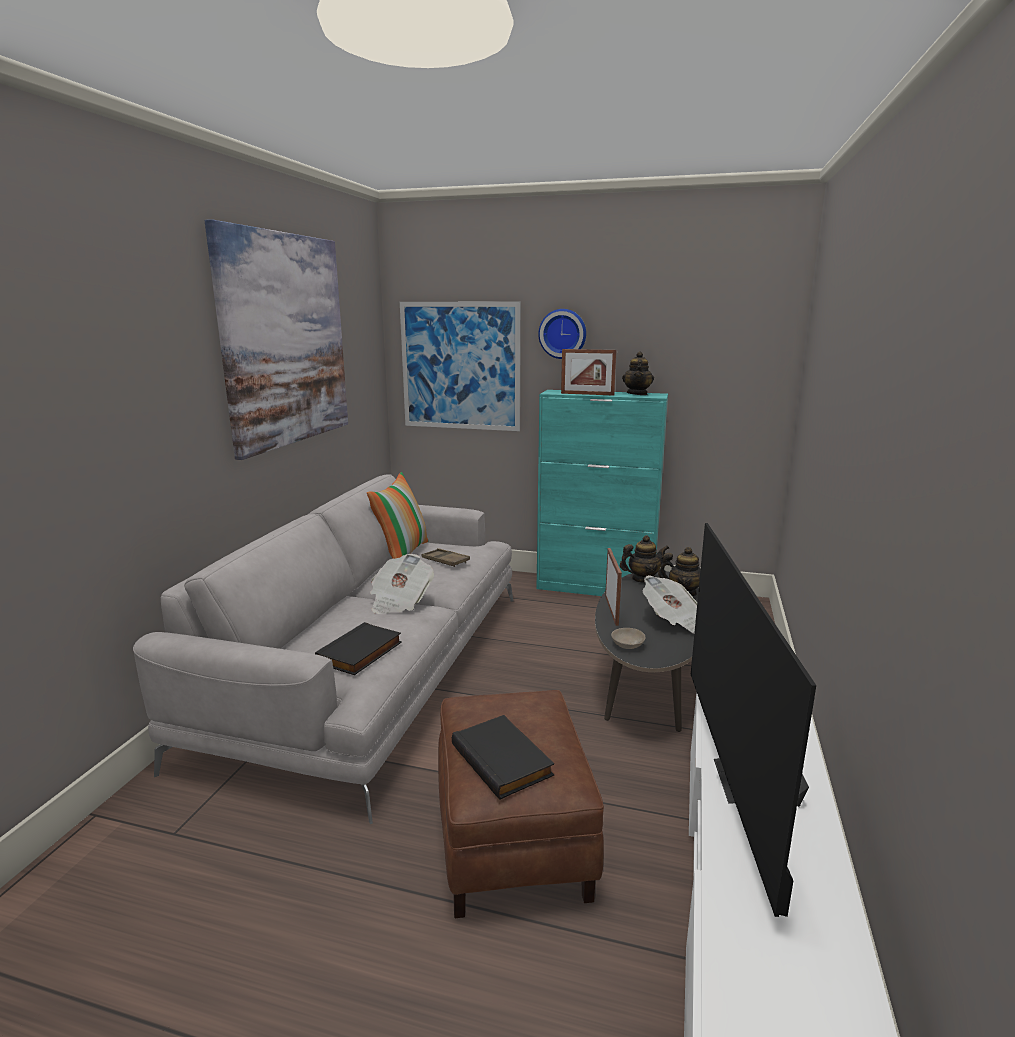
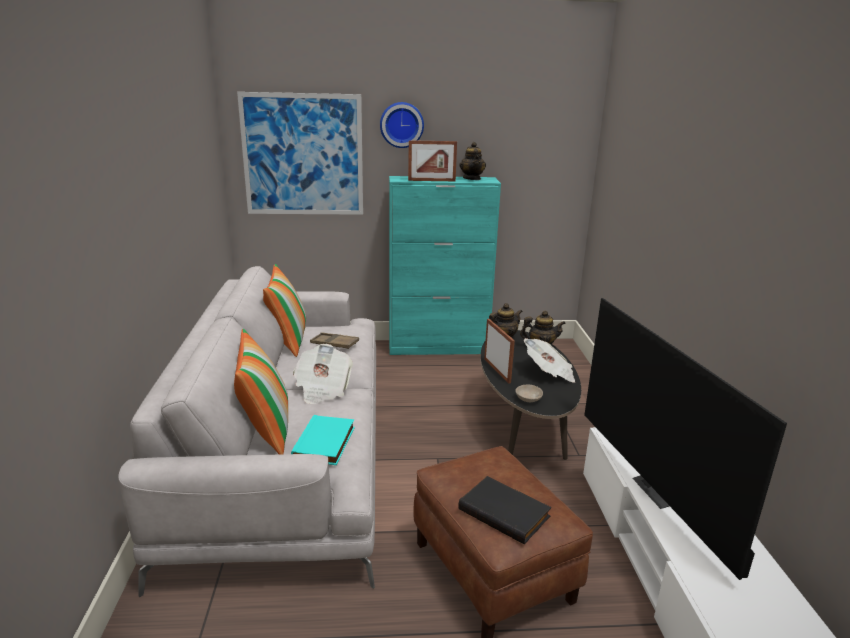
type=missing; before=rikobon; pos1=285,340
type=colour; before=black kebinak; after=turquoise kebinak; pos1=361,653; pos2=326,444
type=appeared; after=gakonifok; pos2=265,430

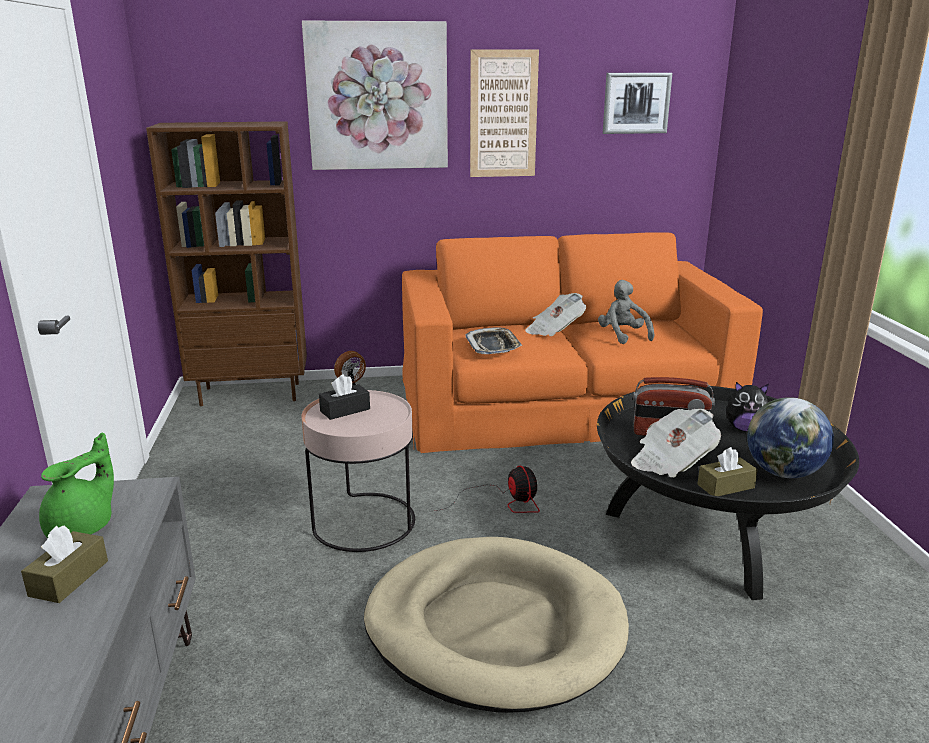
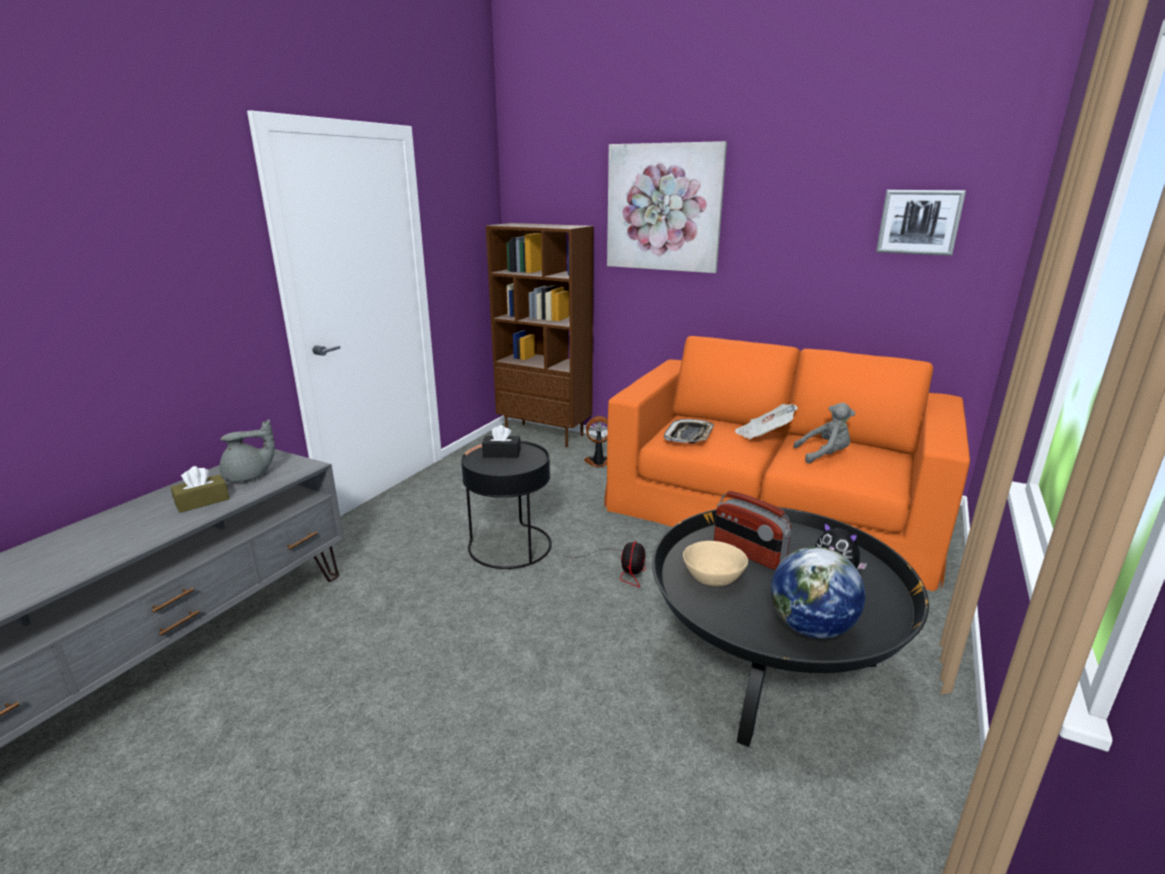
type=colour; before=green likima; after=grey likima; pos1=83,527; pos2=249,477
type=colour; before=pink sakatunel; after=black sakatunel; pos1=363,522; pos2=510,546
type=missing; before=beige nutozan; pos1=494,627
type=missing; before=rikobon; pos1=503,114
type=spun; before=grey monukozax; pos1=622,336; pos2=824,455; turn=75
type=exchanged; before=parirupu; after=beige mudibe; pos1=671,462; pos2=712,577
type=missing; before=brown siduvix; pos1=725,486

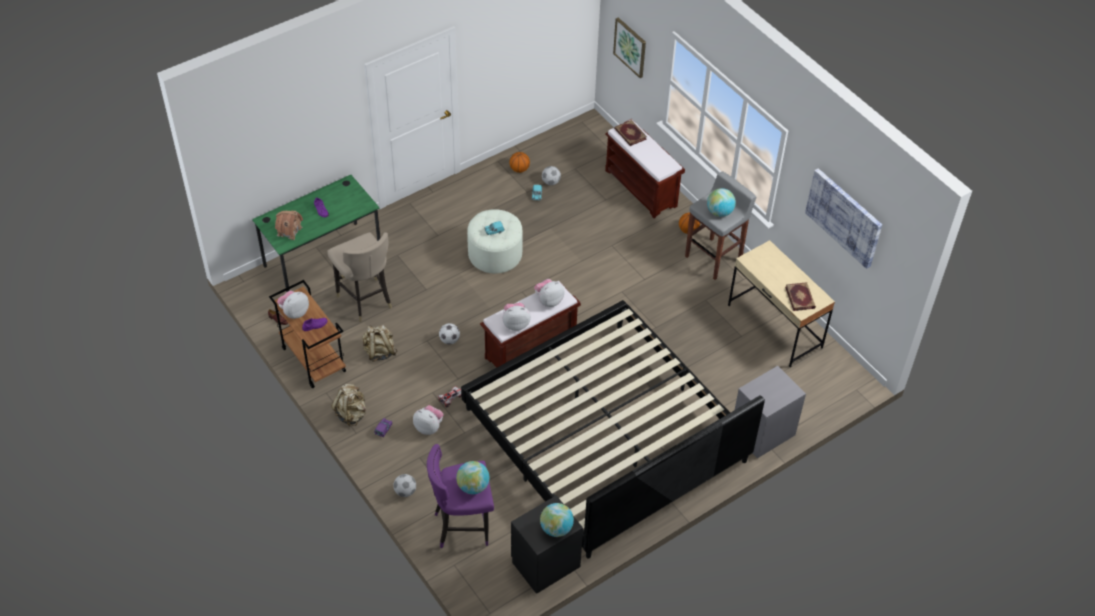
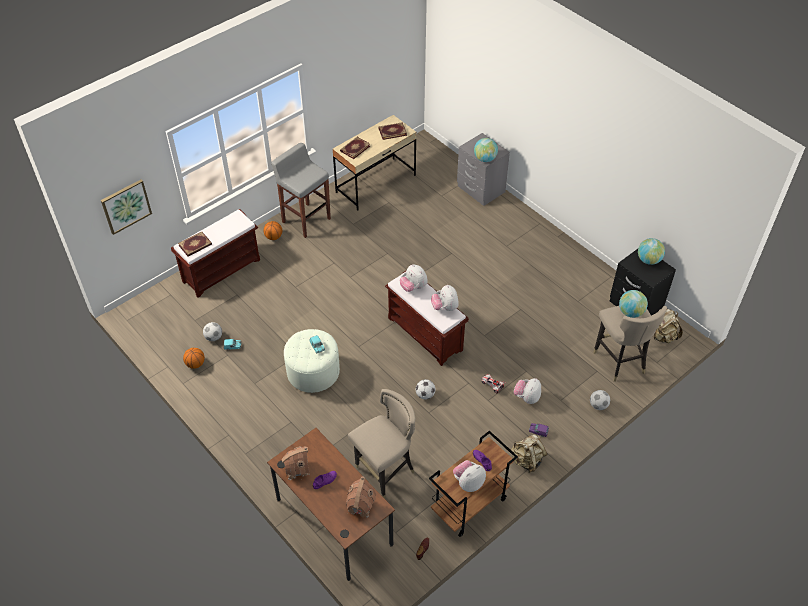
type=colour; before=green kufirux; after=brown kufirux; pos1=323,260; pos2=334,522
type=spun; before=monukozax; pos1=294,312; pos2=468,482; turn=105
type=relocated; before=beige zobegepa; pos1=379,352; pos2=663,336
type=colour; before=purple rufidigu; after=beige rufidigu; pos1=462,526; pos2=620,361
type=missing; before=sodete; pos1=605,435
type=relocated; before=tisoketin; pos1=719,212; pos2=485,159
type=missing; before=rikobon; pos1=844,217
type=appeared; after=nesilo; pos2=297,468
type=appeared; after=kebinak; pos2=354,148

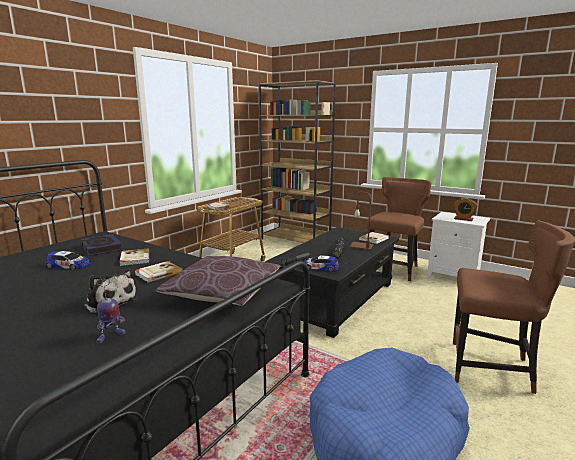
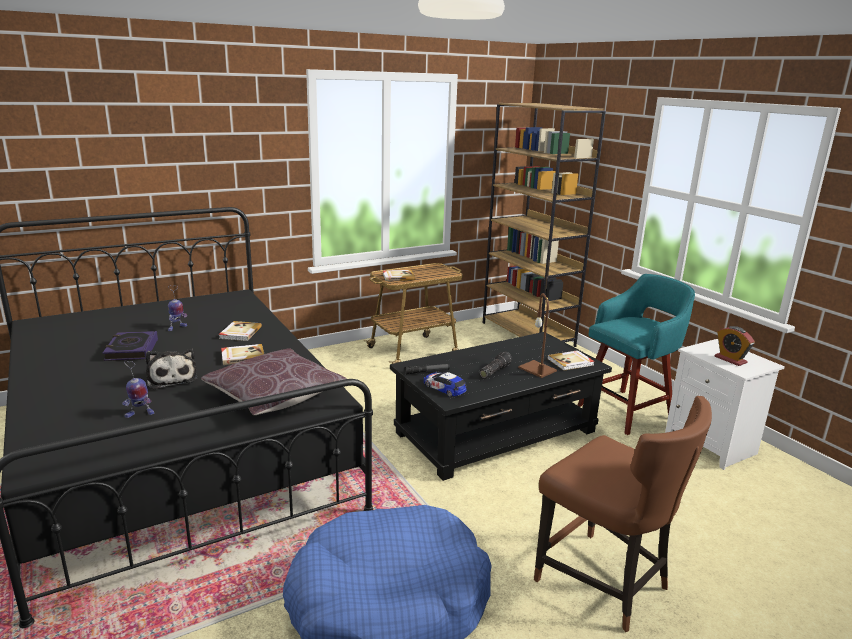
type=exchanged; before=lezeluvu; after=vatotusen; pos1=68,265; pos2=177,328
type=relocated; before=kebinak; pos1=101,248; pos2=131,350
type=exchanged; before=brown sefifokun; after=turquoise rufidigu; pos1=394,269; pos2=627,411

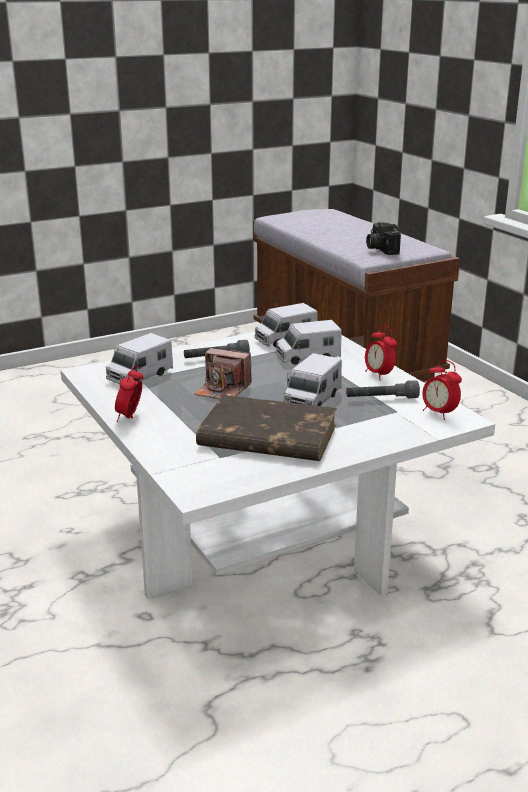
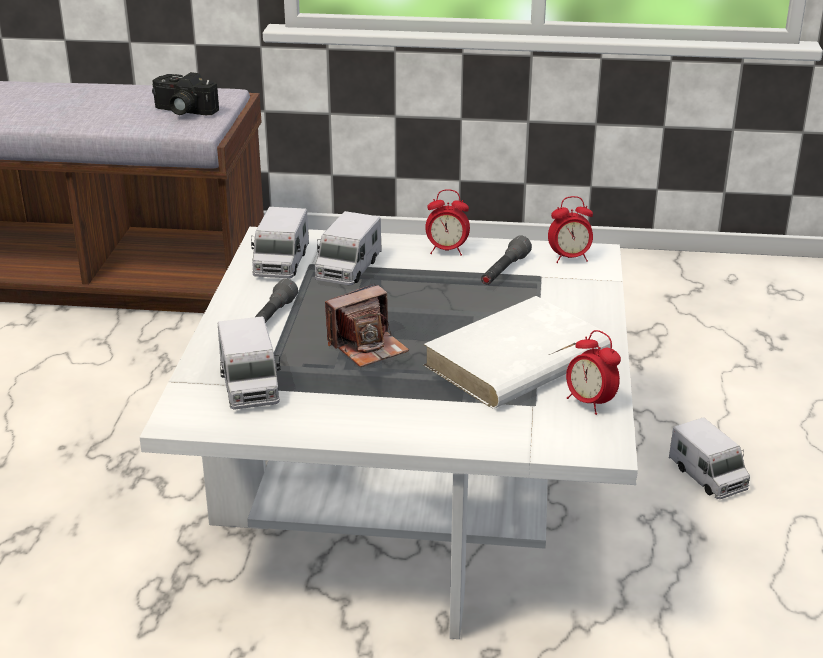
type=relocated; before=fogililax; pos1=130,417; pos2=589,403
type=colour; before=brown kebinak; after=white kebinak; pos1=266,436; pos2=516,361
type=relocated; before=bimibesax; pos1=312,400; pos2=707,476

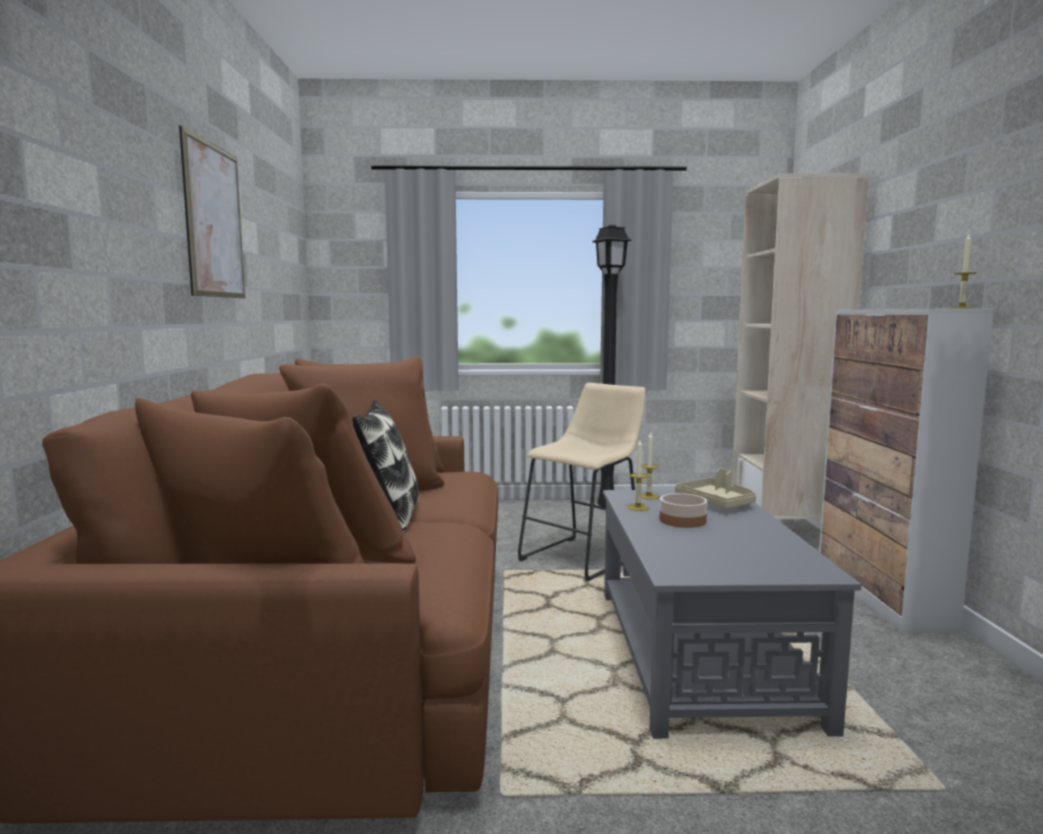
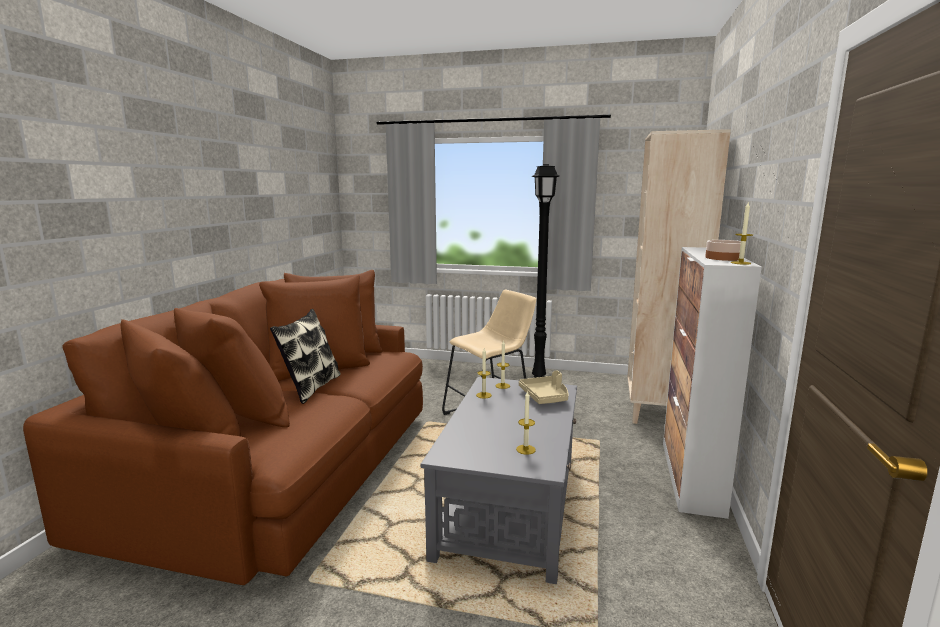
type=missing; before=rikobon; pos1=214,221
type=relocated; before=mudibe; pos1=681,520; pos2=723,258
type=appeared; after=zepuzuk; pos2=525,449

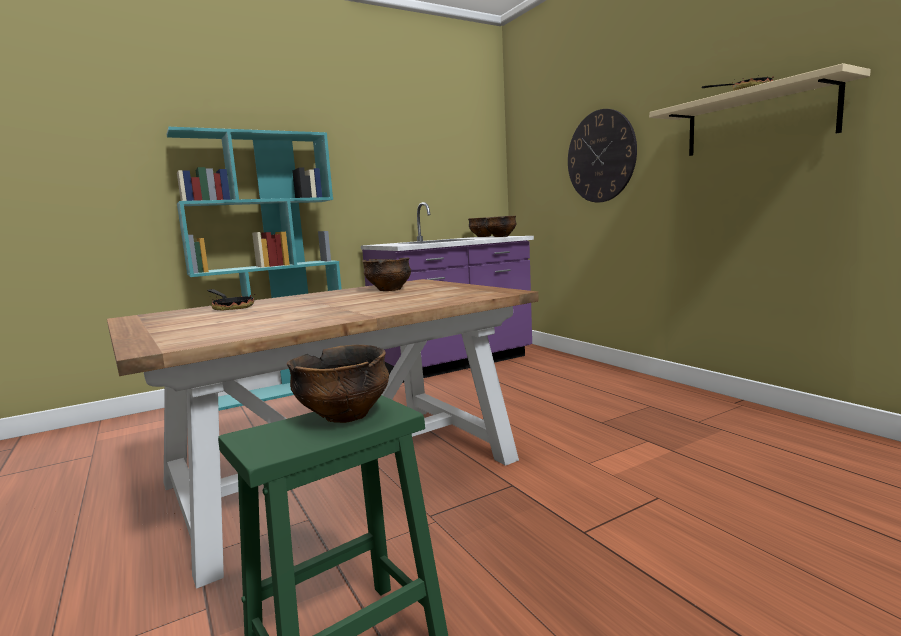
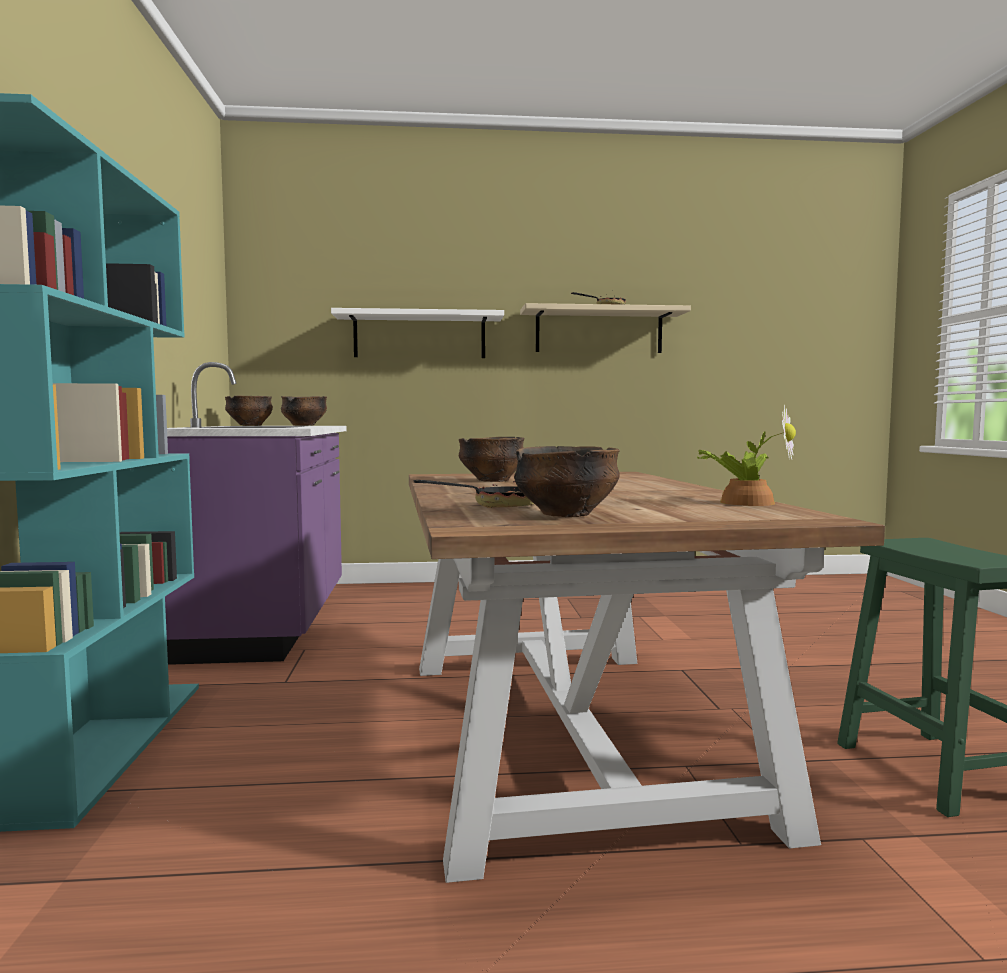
type=relocated; before=mudibe; pos1=344,415; pos2=565,515
type=exchanged; before=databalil; after=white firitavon; pos1=600,156; pos2=419,336
type=appeared; after=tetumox; pos2=744,502

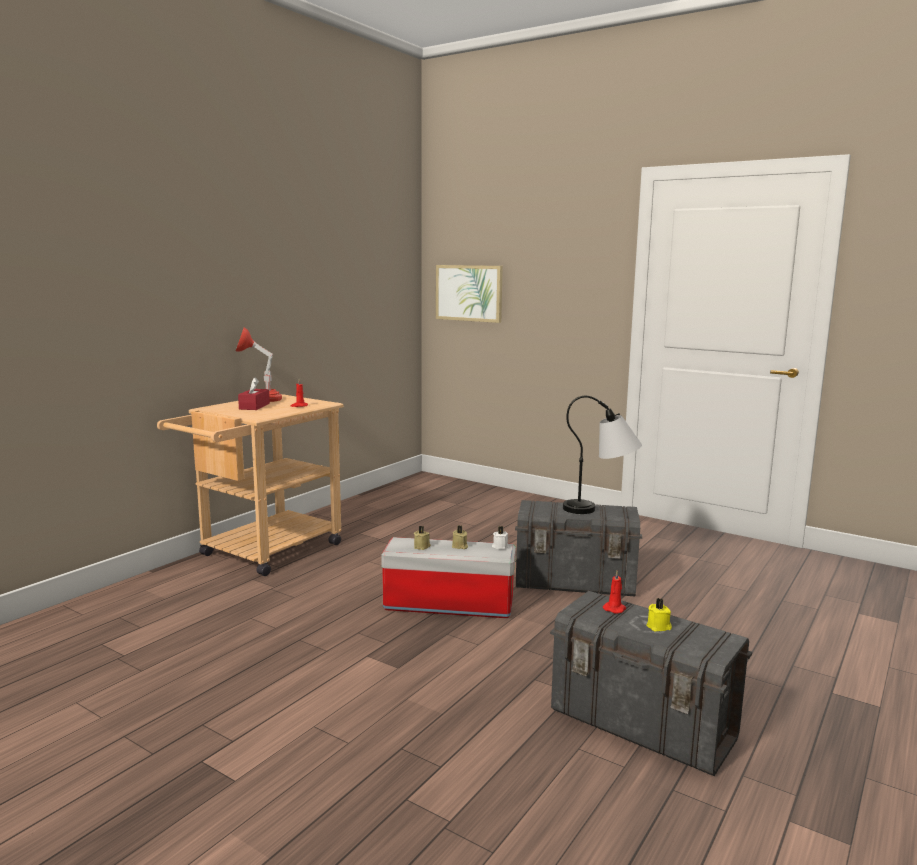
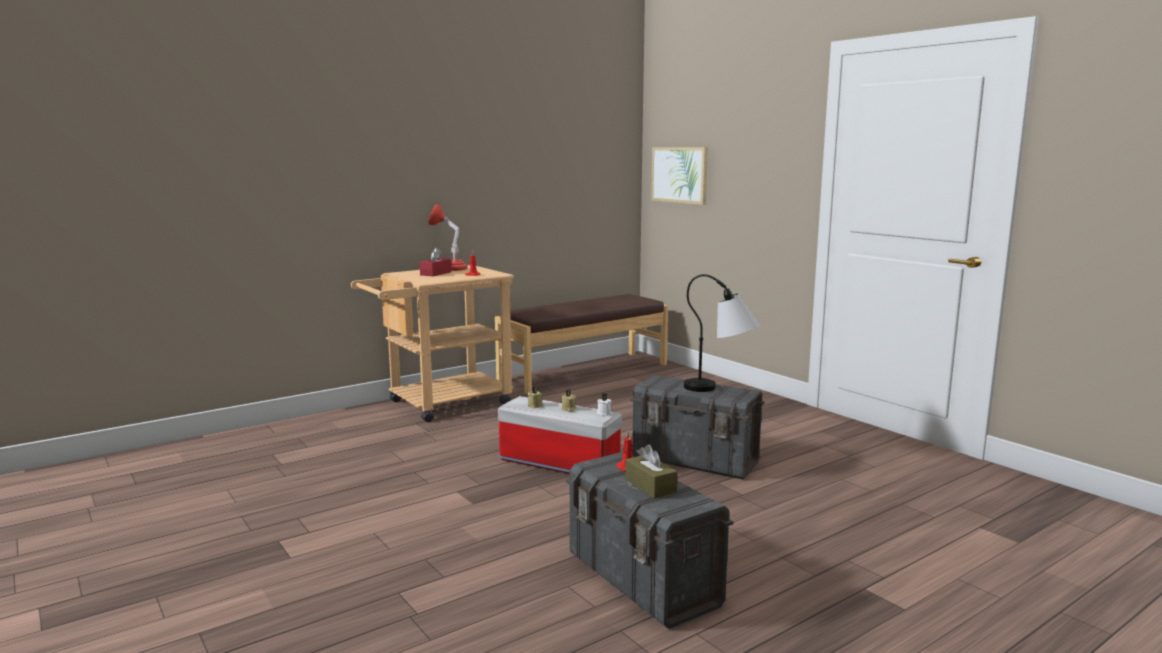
type=exchanged; before=yellow zepuzuk; after=brown siduvix; pos1=659,627; pos2=650,486
type=appeared; after=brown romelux; pos2=583,372

